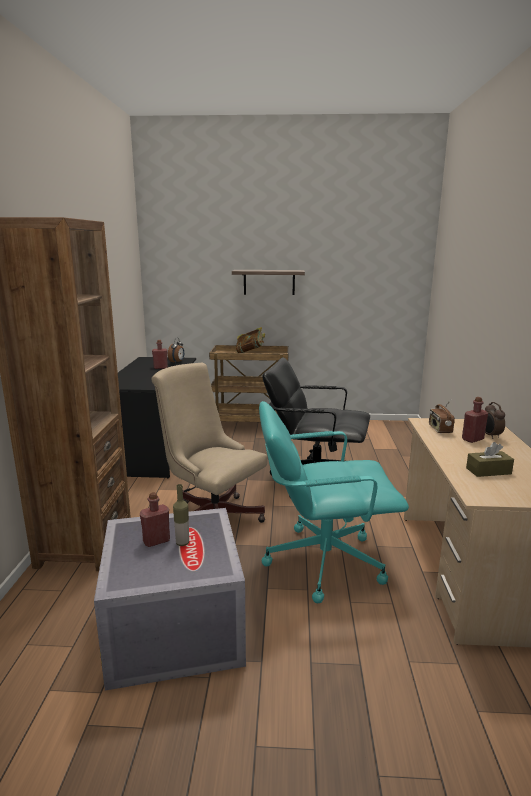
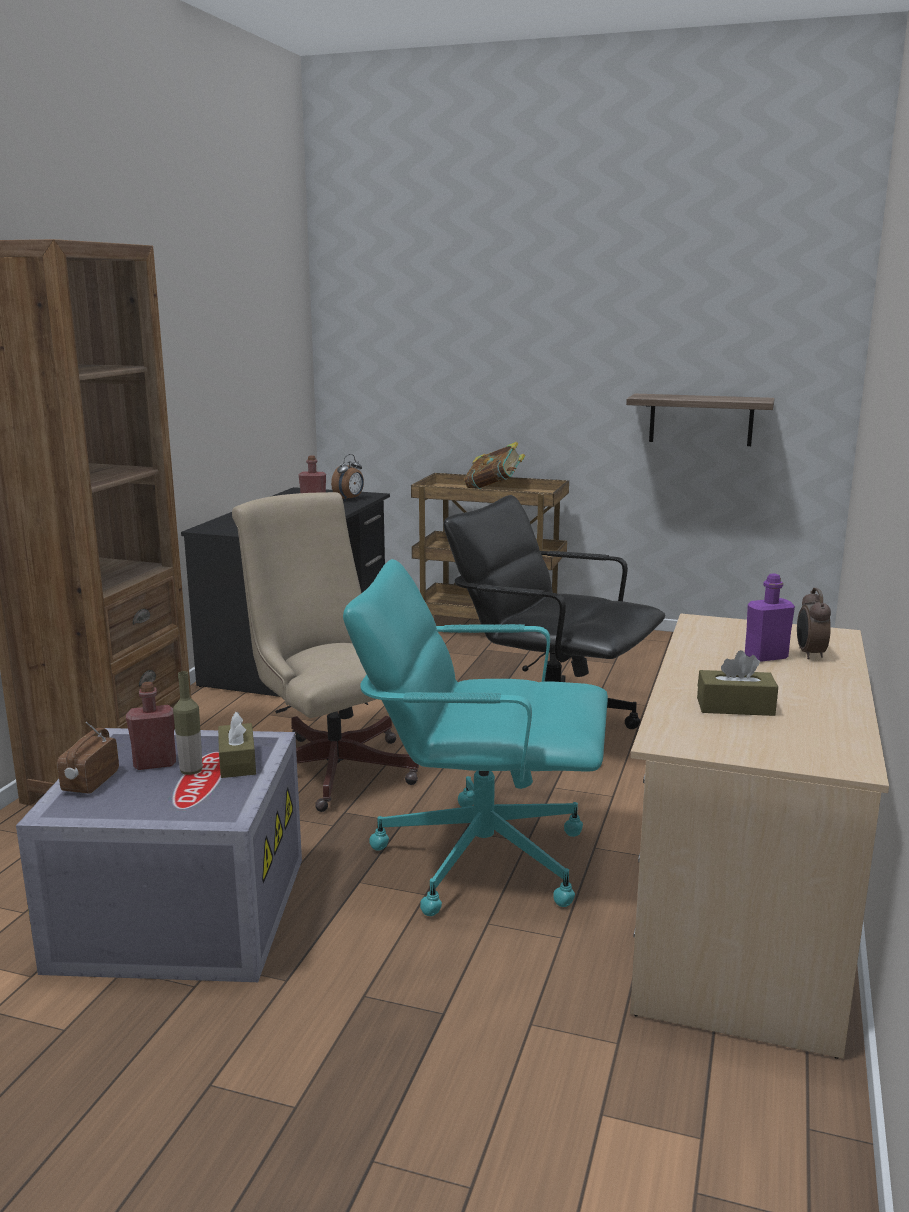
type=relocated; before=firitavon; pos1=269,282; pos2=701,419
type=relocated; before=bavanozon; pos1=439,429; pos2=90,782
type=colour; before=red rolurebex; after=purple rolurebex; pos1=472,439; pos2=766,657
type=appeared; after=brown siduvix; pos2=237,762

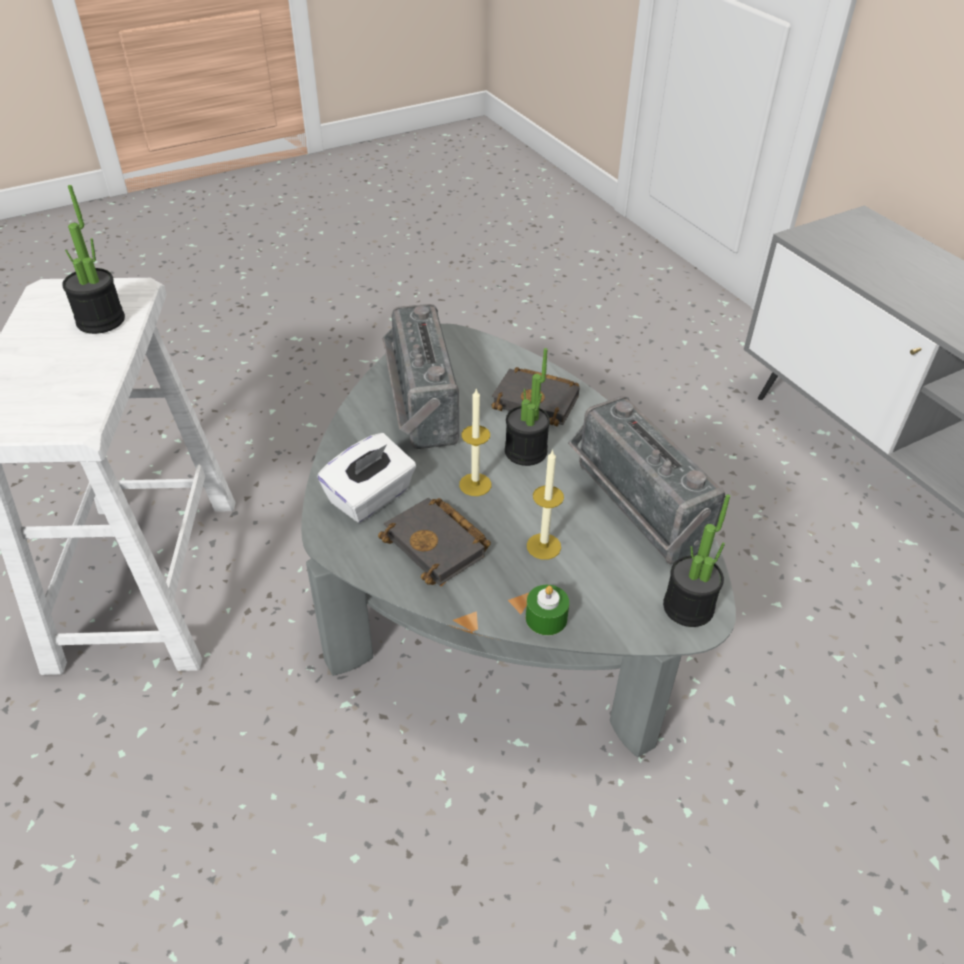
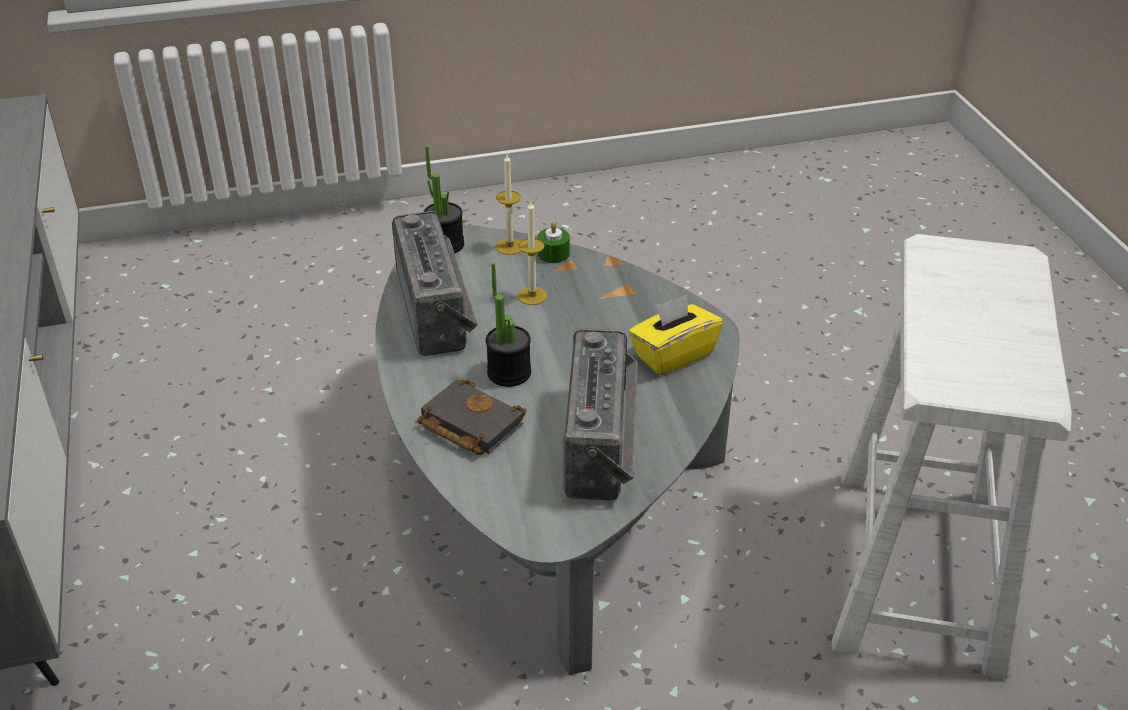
type=missing; before=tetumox; pos1=101,321
type=colour; before=white siduvix; after=yellow siduvix; pos1=370,497; pos2=673,355
type=missing; before=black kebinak; pos1=439,546
type=relocated; before=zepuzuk; pos1=475,484; pos2=509,246

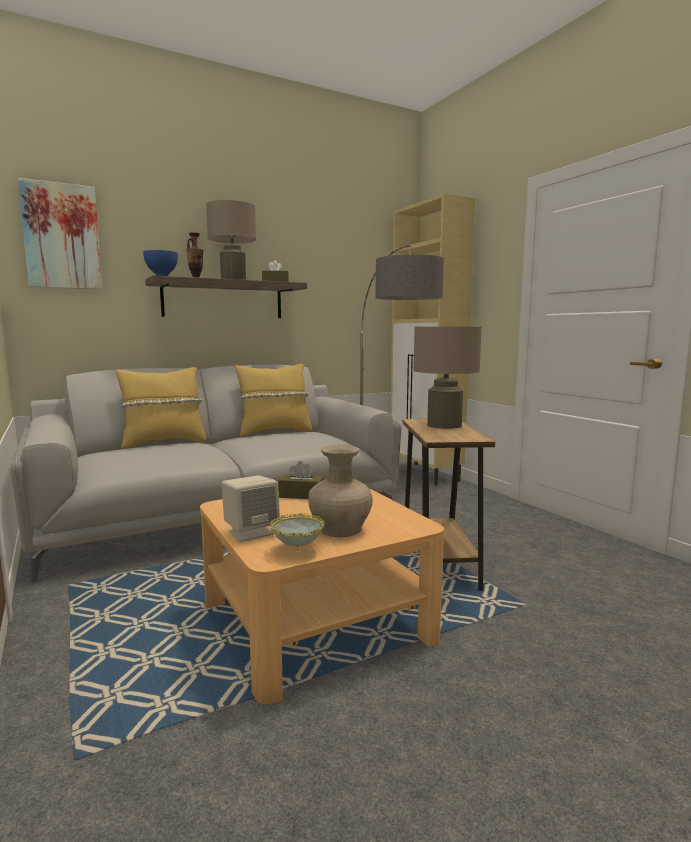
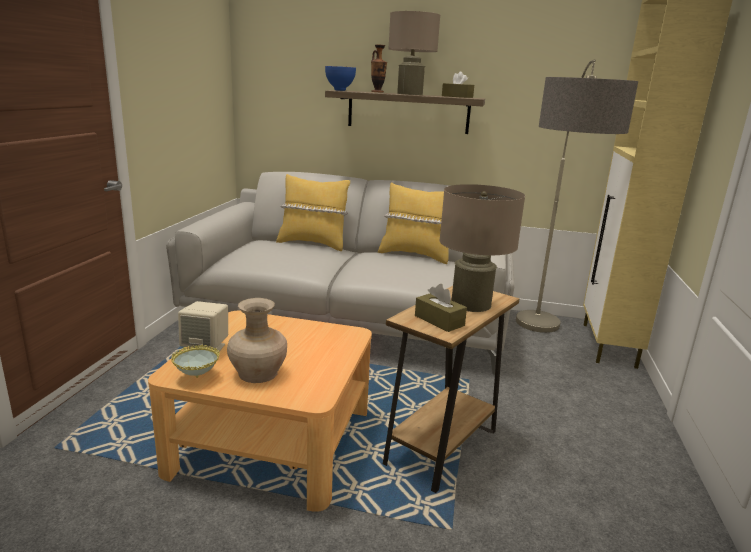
type=missing; before=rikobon; pos1=62,236
type=relocated; before=brown siduvix; pos1=301,495; pos2=439,320

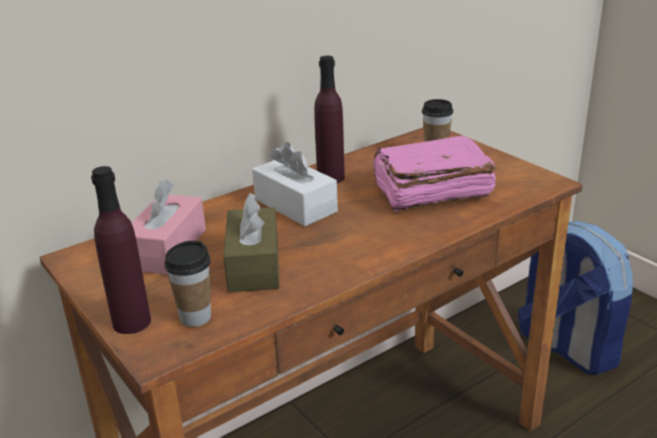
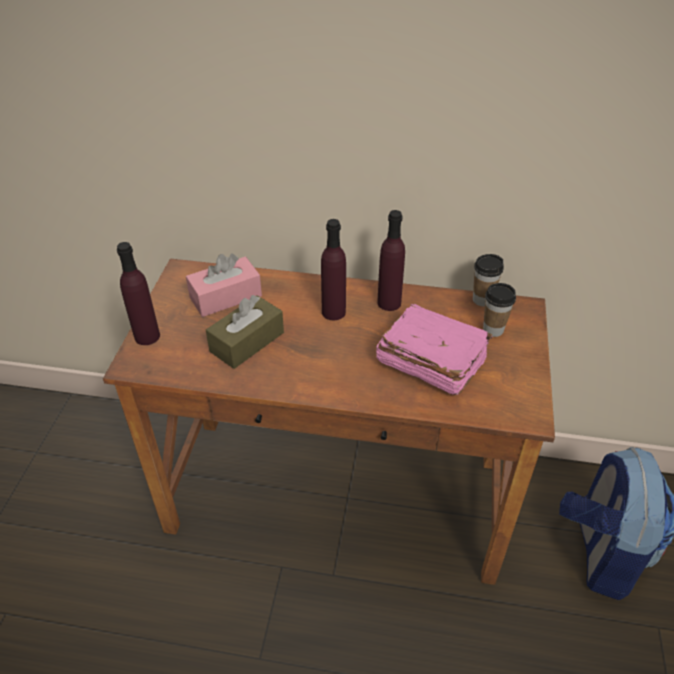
type=relocated; before=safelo; pos1=195,317; pos2=482,300
type=exchanged; before=white siduvix; after=purple rolurebex; pos1=295,205; pos2=333,312

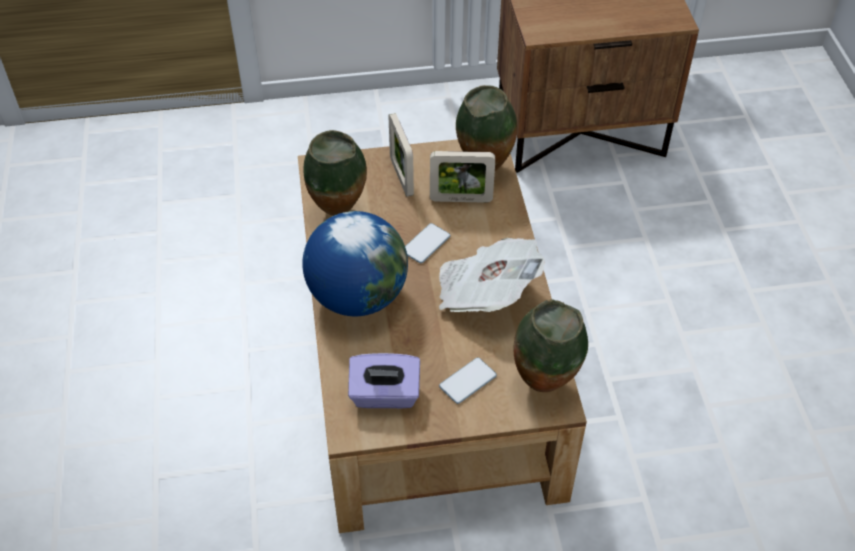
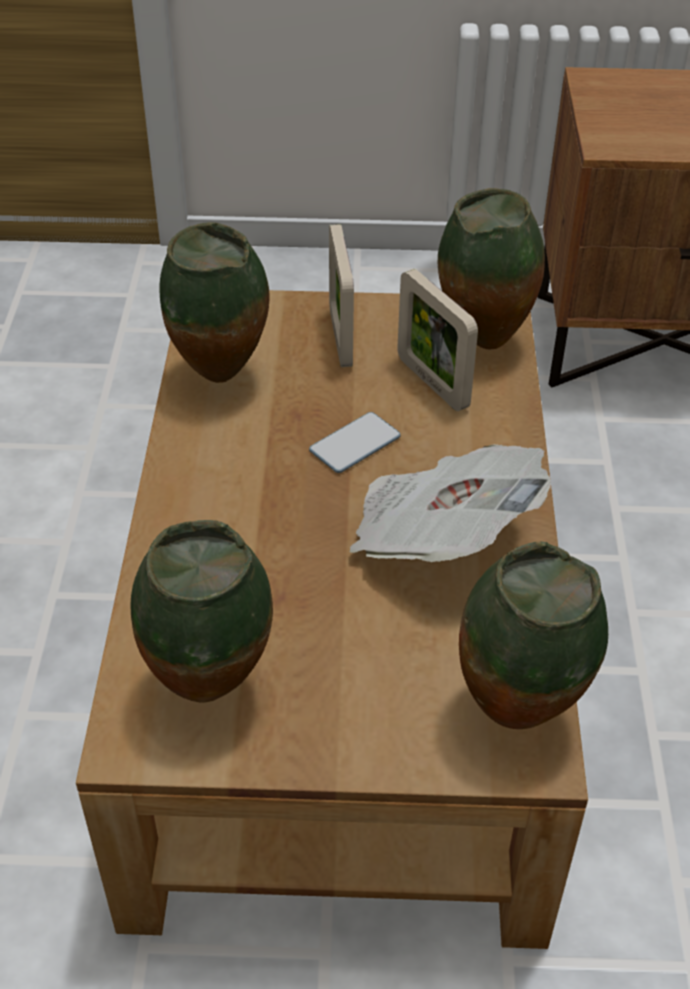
type=missing; before=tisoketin; pos1=357,296
type=exchanged; before=purple siduvix; after=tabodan; pos1=385,395; pos2=212,688
type=spun; before=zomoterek; pos1=461,199; pos2=432,383; turn=45
type=missing; before=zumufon; pos1=467,381

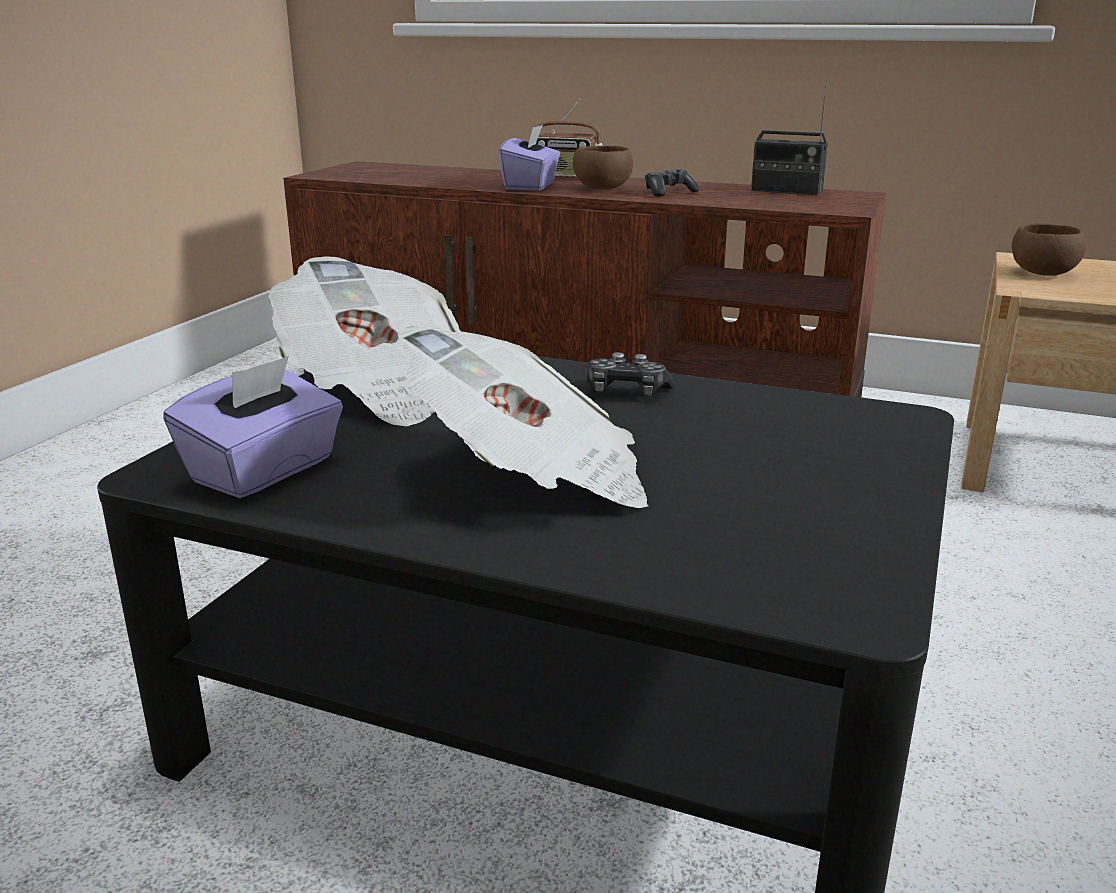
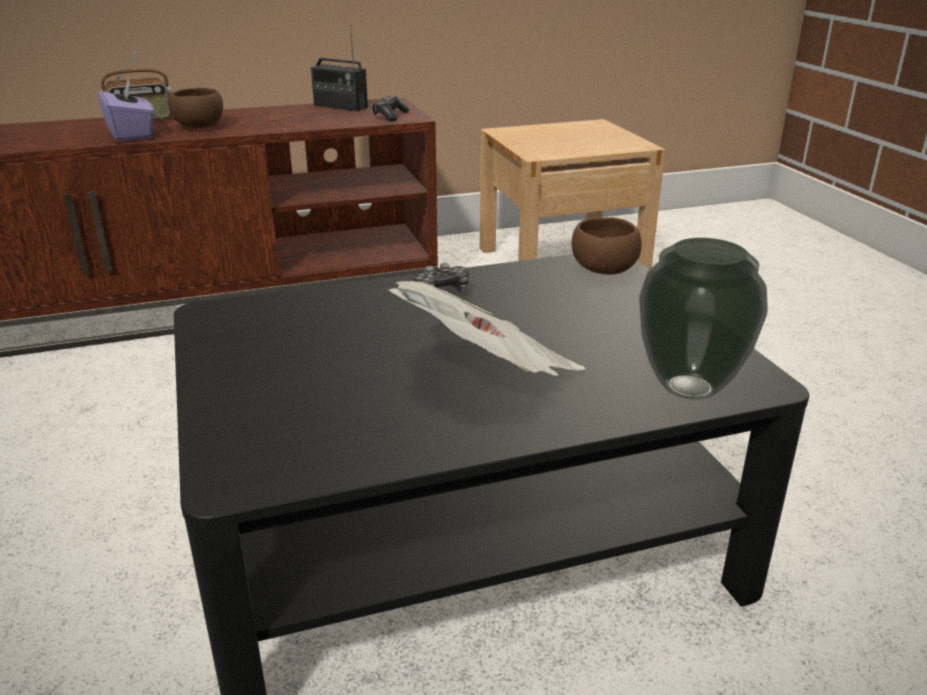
type=missing; before=purple siduvix; pos1=265,471
type=missing; before=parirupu; pos1=380,391
type=relocated; before=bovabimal; pos1=668,192; pos2=389,116
type=spun; before=bavanozon; pos1=786,191; pos2=340,106; turn=45
type=relocated; before=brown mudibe; pos1=1041,273; pos2=602,269
type=appeared; after=tabodan; pos2=690,387

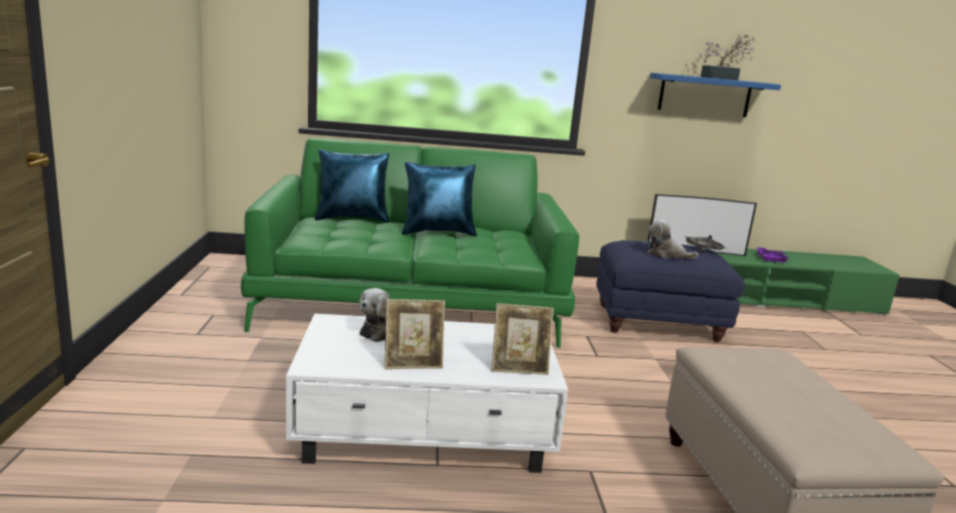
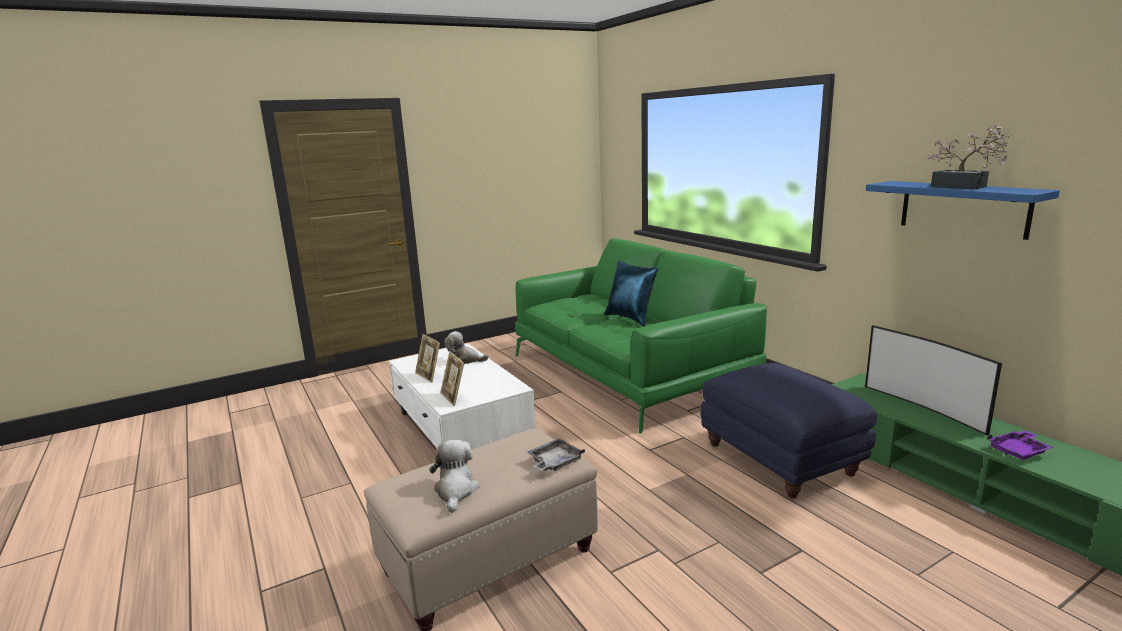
type=missing; before=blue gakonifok; pos1=352,219
type=relocated; before=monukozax; pos1=666,254; pos2=456,491
type=relocated; before=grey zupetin; pos1=704,249; pos2=554,463

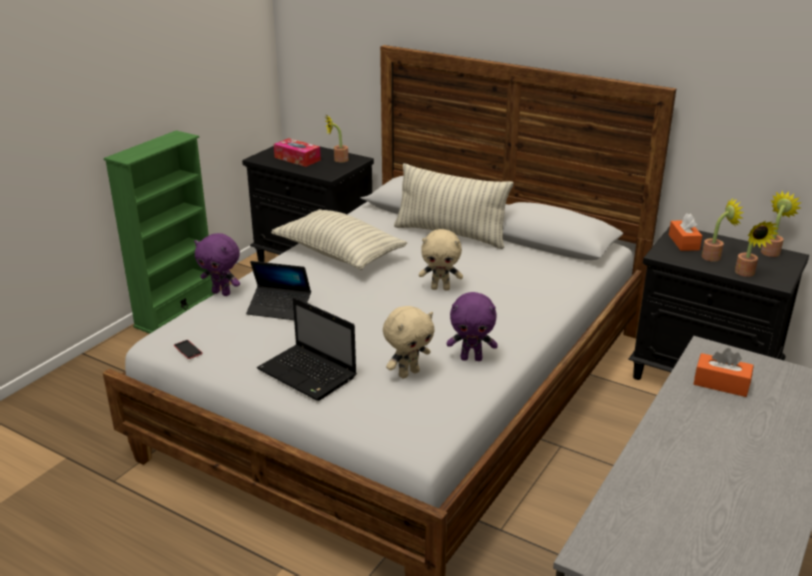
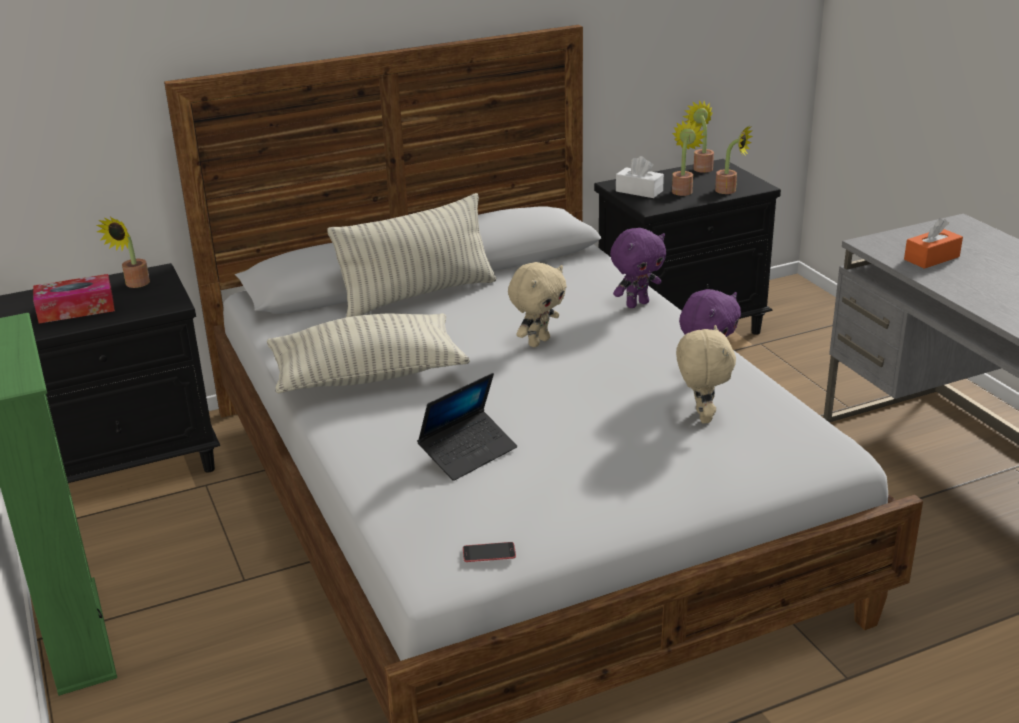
type=relocated; before=purple monukozax; pos1=222,293; pos2=637,304
type=missing; before=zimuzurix; pos1=309,374
type=colour; before=orange siduvix; after=white siduvix; pos1=683,242; pos2=639,191

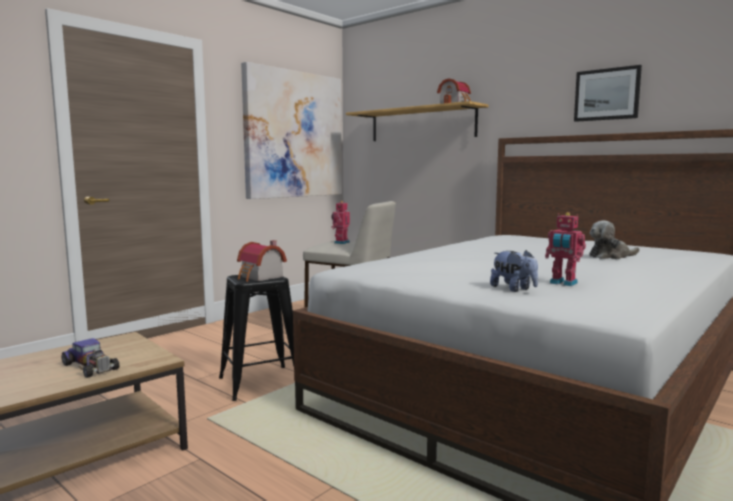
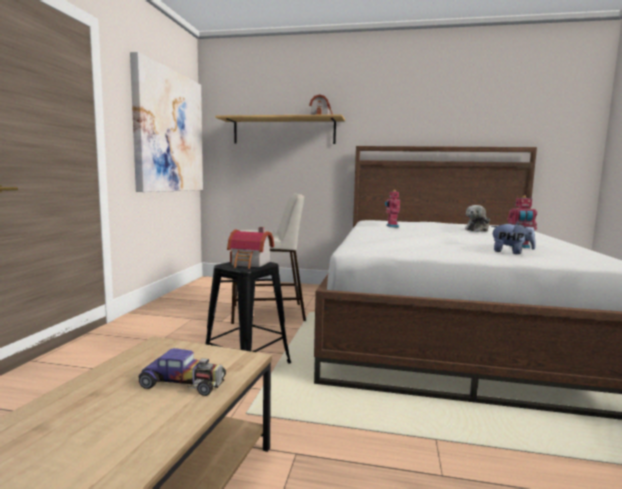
type=relocated; before=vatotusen; pos1=340,242; pos2=391,226
type=missing; before=rikobon; pos1=607,94

